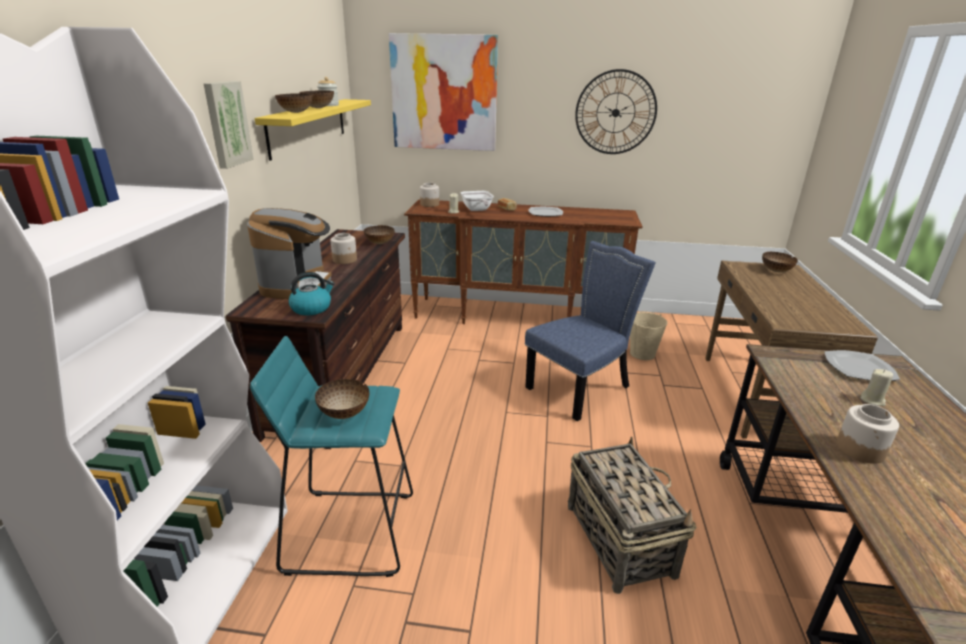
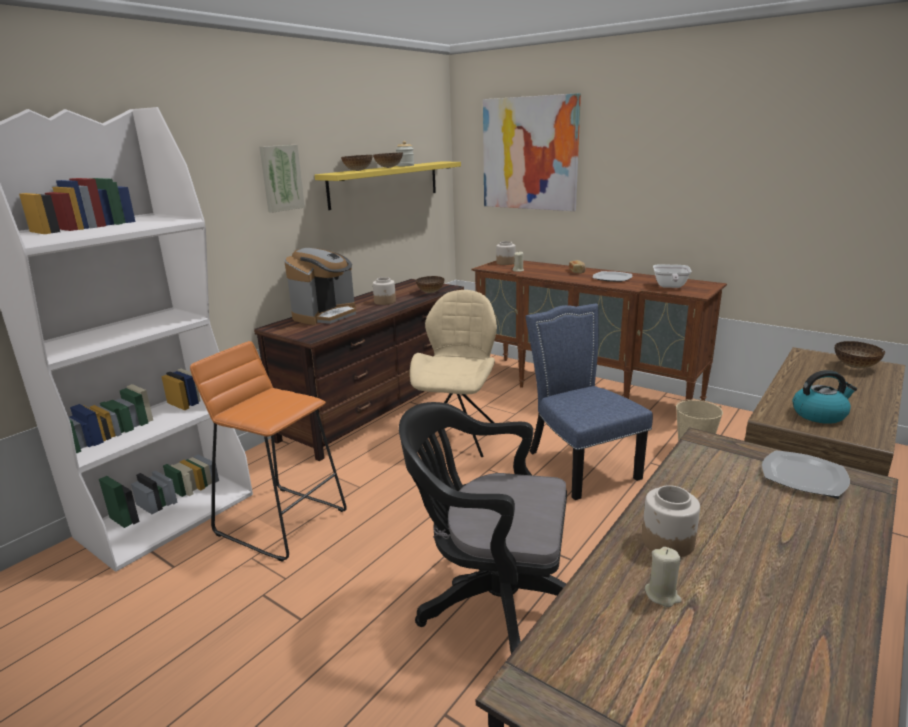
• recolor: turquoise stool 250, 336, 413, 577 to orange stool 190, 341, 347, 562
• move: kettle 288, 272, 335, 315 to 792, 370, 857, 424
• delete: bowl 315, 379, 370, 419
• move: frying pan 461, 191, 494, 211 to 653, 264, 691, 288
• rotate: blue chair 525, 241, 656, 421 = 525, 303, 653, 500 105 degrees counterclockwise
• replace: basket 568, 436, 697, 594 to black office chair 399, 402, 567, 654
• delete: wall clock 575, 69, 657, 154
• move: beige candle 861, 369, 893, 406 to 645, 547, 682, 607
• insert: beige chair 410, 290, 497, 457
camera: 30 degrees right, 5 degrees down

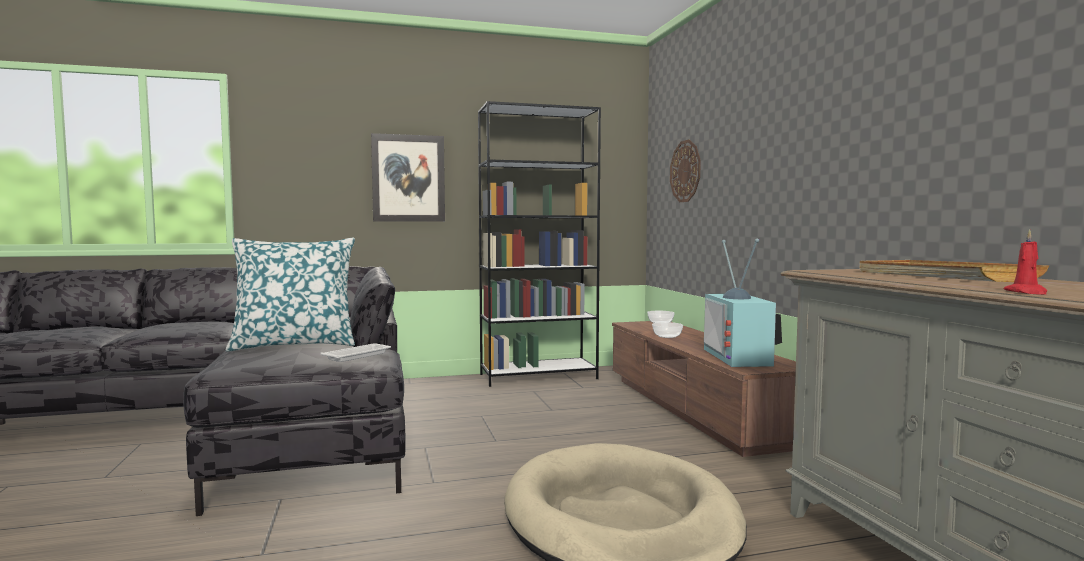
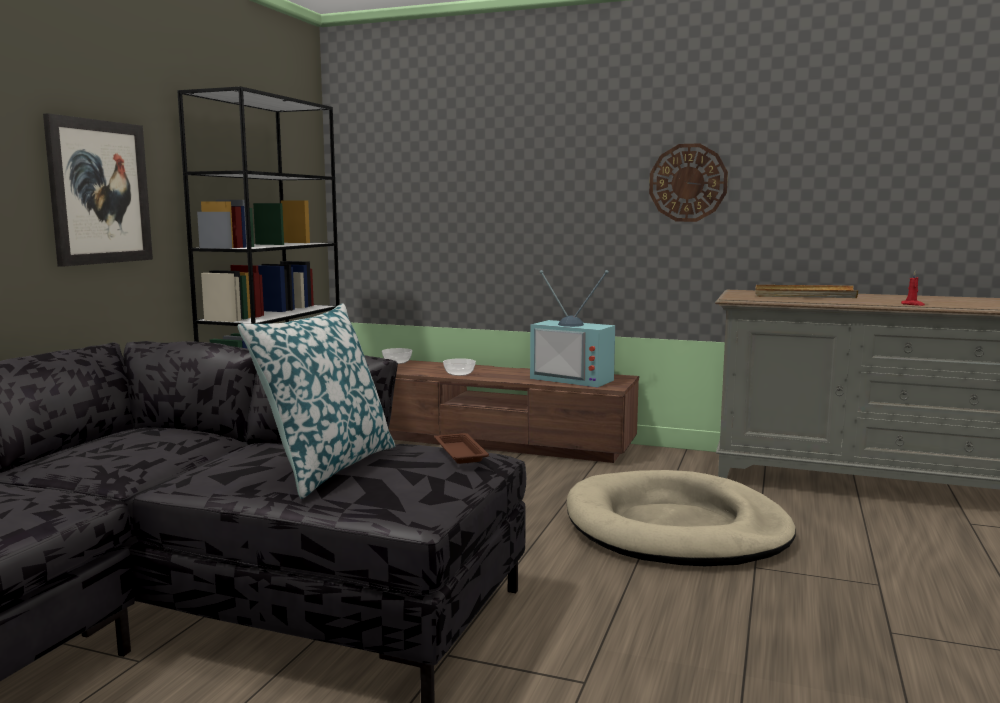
• recolor: white tray 321, 343, 391, 362 to brown tray 434, 433, 489, 464
• move: wall clock 670, 139, 701, 202 to 649, 143, 728, 222
camera: 55 degrees left, 5 degrees up

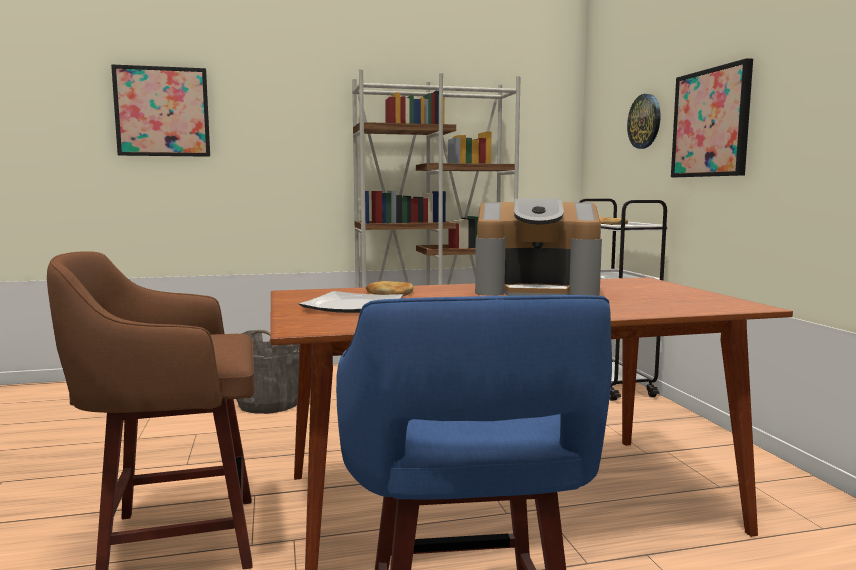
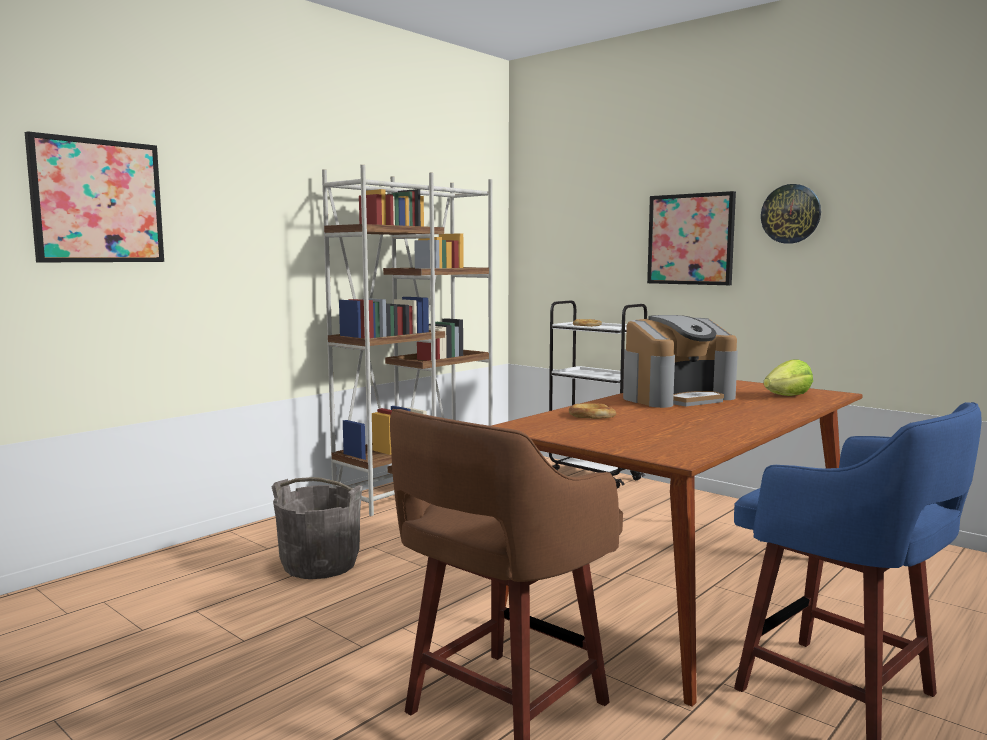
• delete: plate 299, 291, 403, 313
• move: wall clock 627, 94, 660, 149 to 761, 184, 821, 244
• insert: lettuce 764, 359, 813, 396
camera: 35 degrees left, 0 degrees up

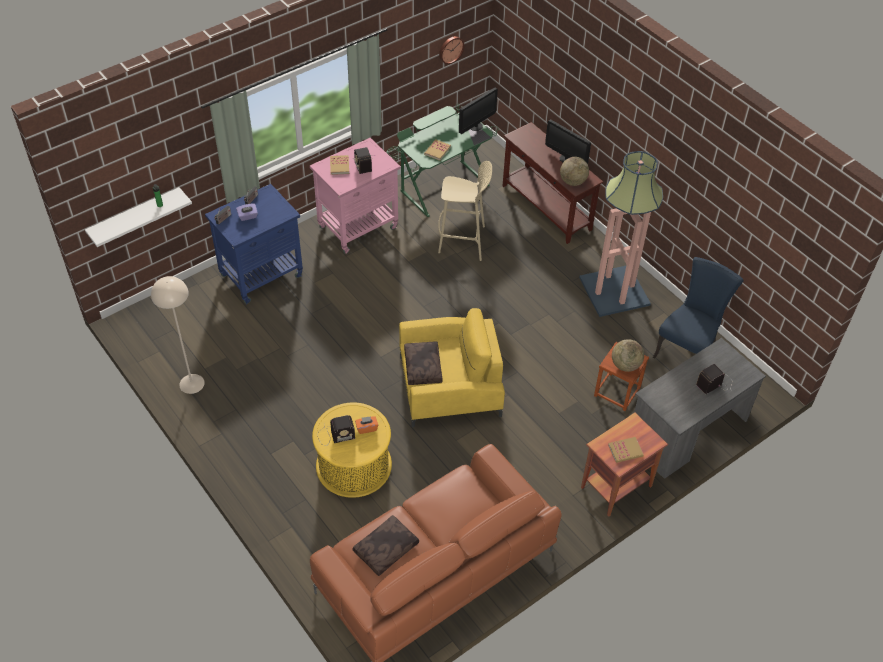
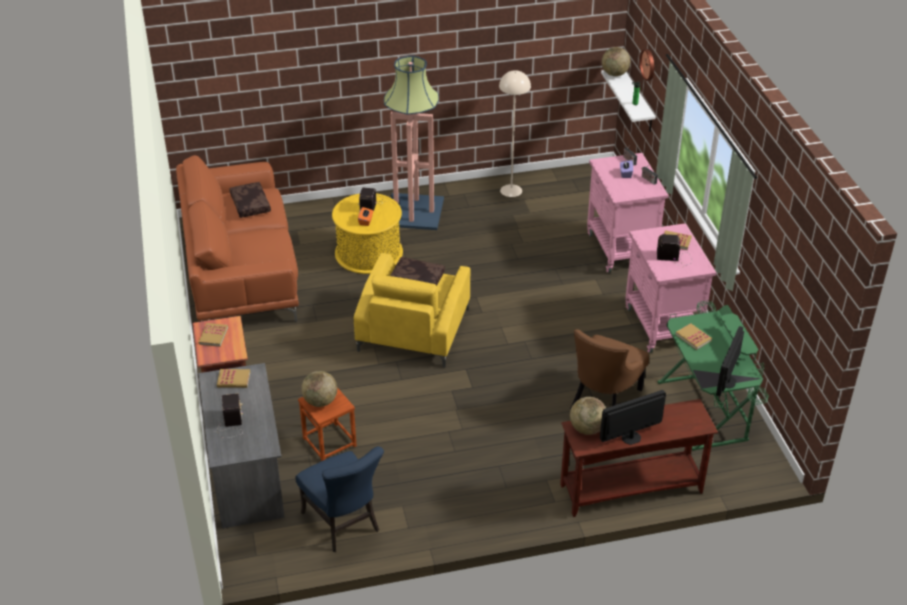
• recolor: blue cart 205, 184, 303, 304 to pink cart 587, 153, 669, 273
• replace: beige stool 438, 161, 492, 261 to brown chair 570, 329, 649, 409
• move: wall clock 439, 36, 465, 64 to 640, 49, 654, 81
• rotate: monitor 459, 88, 498, 134 = 716, 326, 744, 396 45 degrees clockwise
• move: floor lamp 579, 151, 663, 317 to 384, 56, 444, 230
• insert: book 217, 369, 250, 388
• insert: globe 602, 47, 630, 76
camera: 115 degrees right, 10 degrees down

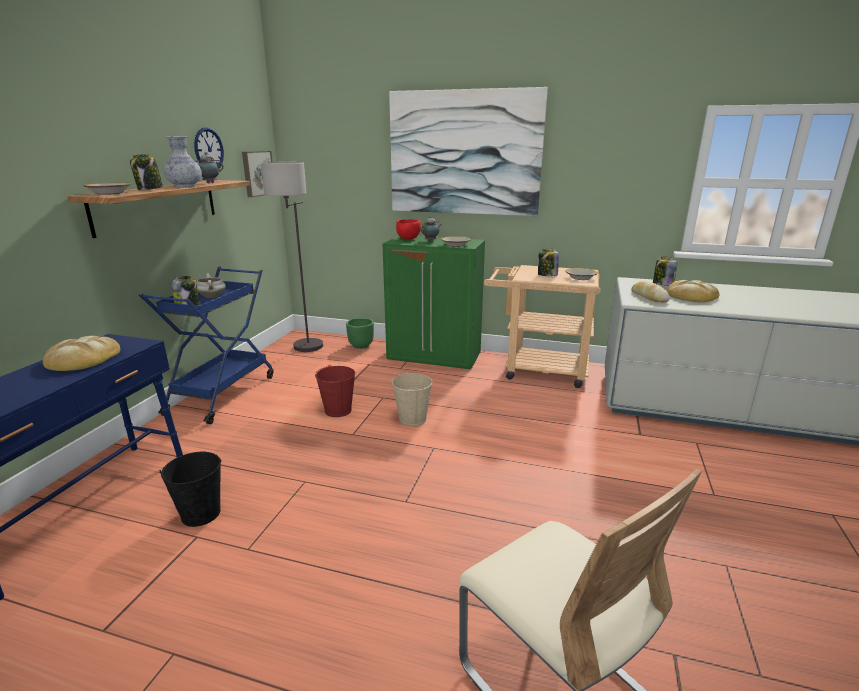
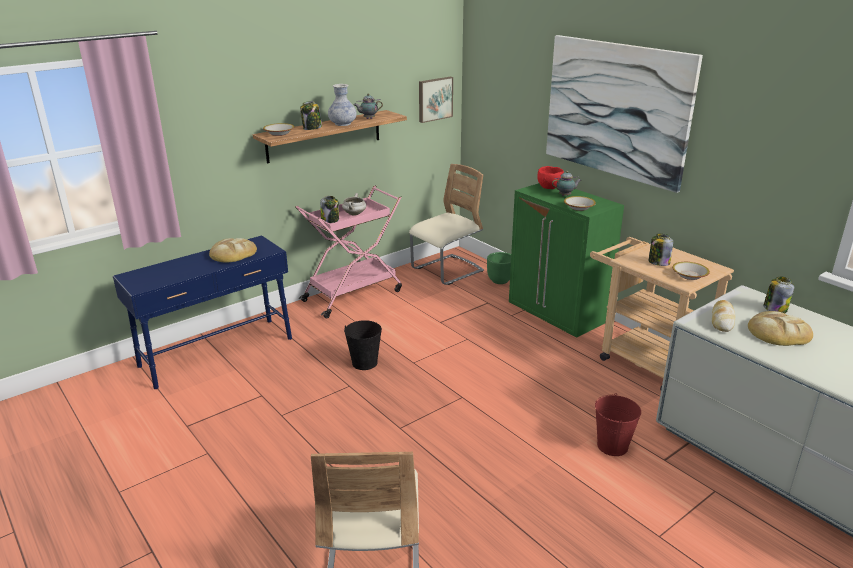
• recolor: blue cart 139, 266, 274, 424 to pink cart 295, 186, 402, 319
• move: black bucket 160, 452, 221, 527 to 344, 320, 382, 370
• delete: wall clock 194, 127, 224, 168
• replace: grey floor lamp 261, 162, 323, 352 to beige chair 409, 164, 484, 285
• move: red bucket 315, 365, 355, 417 to 595, 393, 641, 456
• delete: beige bucket 391, 371, 432, 426
camera: 35 degrees right, 5 degrees up

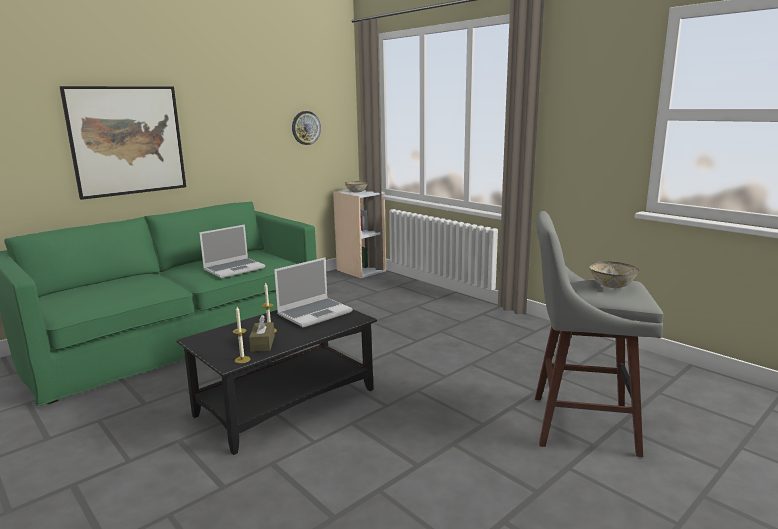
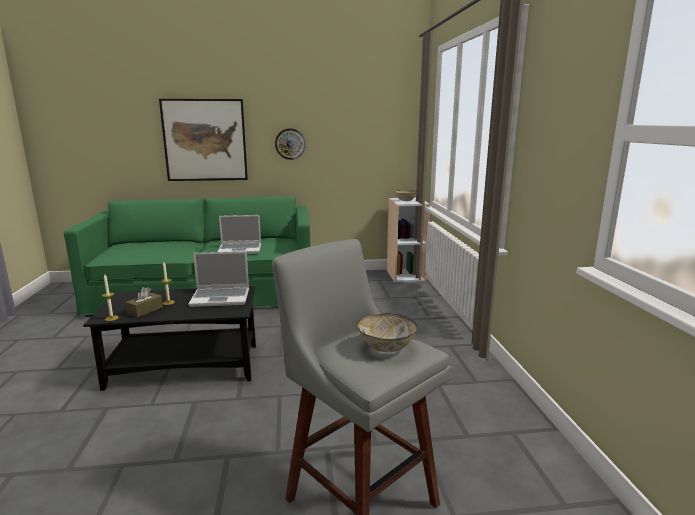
• move: wall clock 292, 111, 321, 145 to 275, 129, 306, 160
camera: 35 degrees right, 0 degrees up

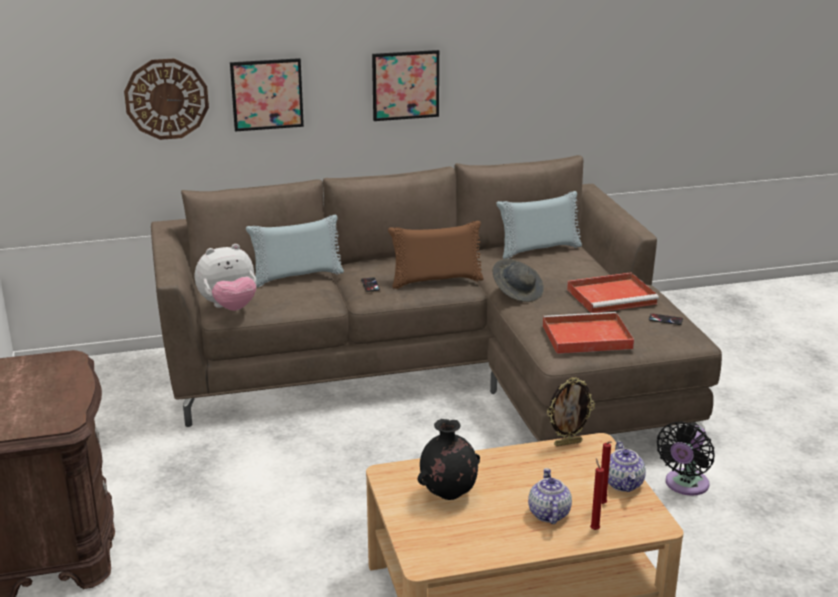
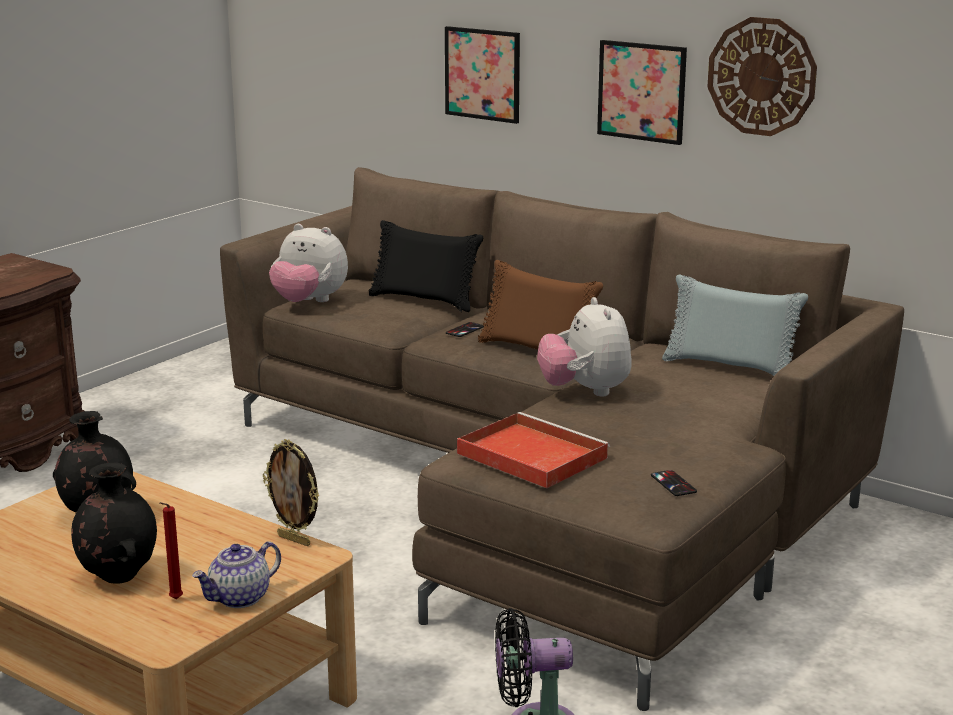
• move: wall clock 124, 59, 209, 140 to 707, 17, 817, 136
• recolor: blue pillow 246, 215, 344, 287 to black pillow 369, 220, 483, 312
• replace: grey hat 493, 259, 544, 302 to plush toy 537, 297, 631, 396
• replace: teapot 528, 468, 572, 524 to black vase 71, 462, 157, 584
• delete: red tray 567, 272, 659, 313
• delete: red candle 590, 458, 604, 530
camera: 50 degrees right, 5 degrees down

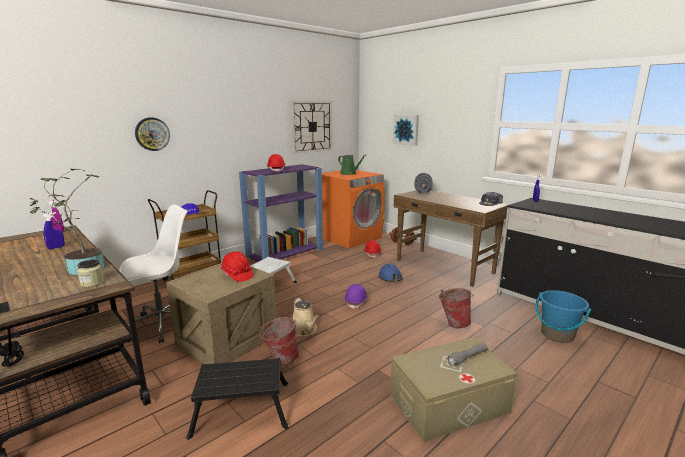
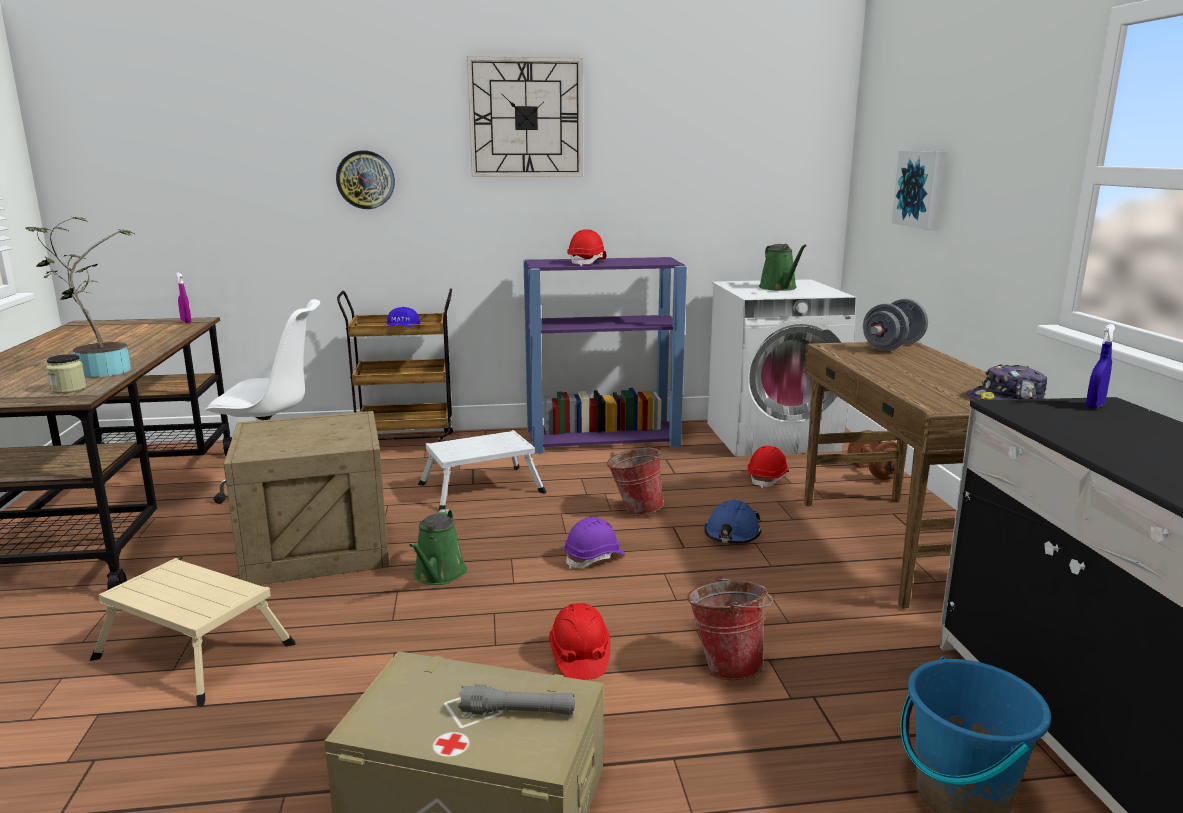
• delete: blue spray bottle 43, 212, 65, 249
• recolor: black step ladder 186, 358, 289, 440 to beige step ladder 90, 558, 296, 707
• move: red hard hat 221, 251, 253, 282 to 549, 603, 610, 680
• move: bucket 258, 317, 299, 366 to 607, 447, 664, 516
• move: wall clock 291, 101, 332, 154 to 467, 56, 583, 177
• recolor: beige watering can 292, 298, 319, 336 to green watering can 409, 509, 467, 585
• recolor: orange washing machine 322, 170, 384, 249 to white washing machine 707, 279, 856, 457
camera: 35 degrees right, 0 degrees up

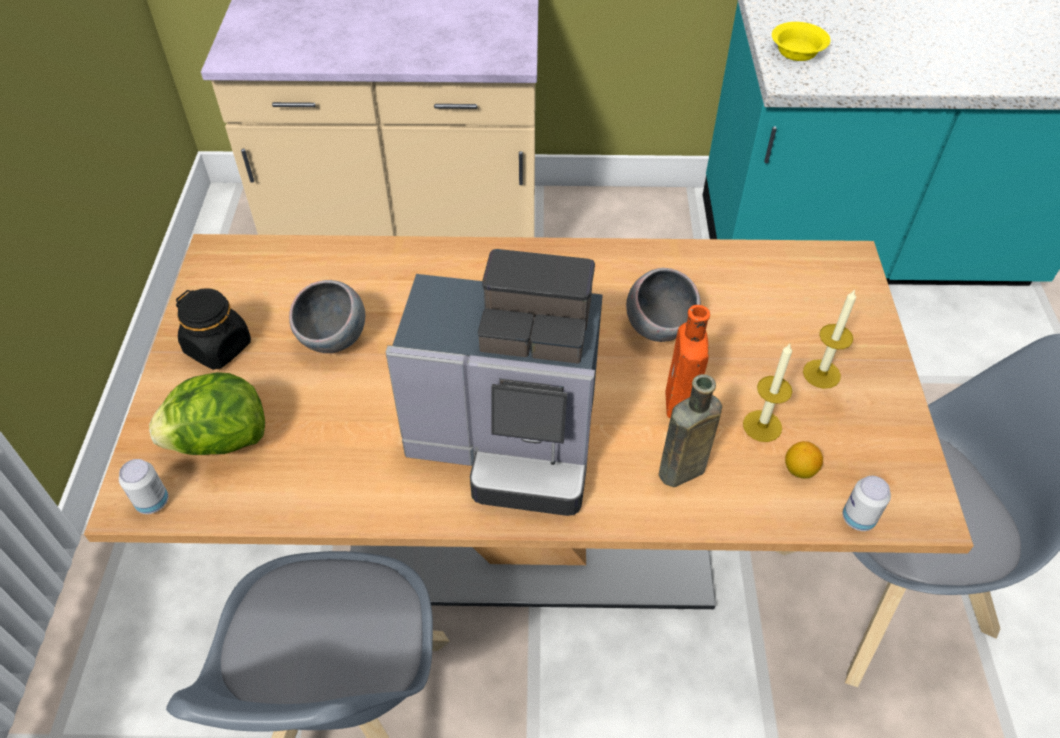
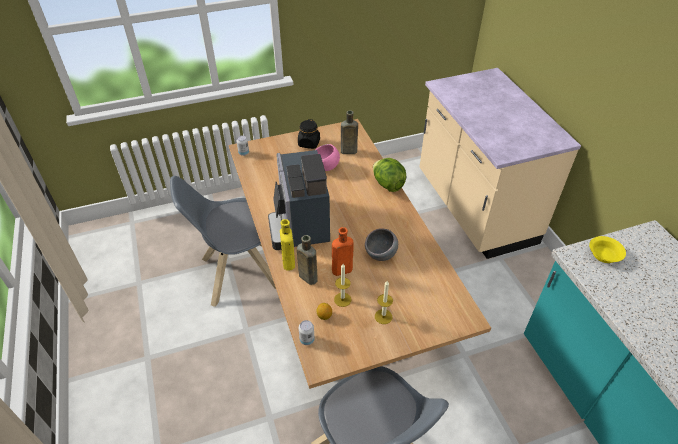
• move: lettuce 149, 372, 265, 455 to 373, 158, 406, 192
• recolor: grey bowl 289, 280, 365, 353 to pink bowl 316, 144, 340, 171
• insert: yellow bottle 280, 219, 295, 271
• insert: brown bottle 341, 110, 358, 154
camera: 70 degrees right, 5 degrees down

